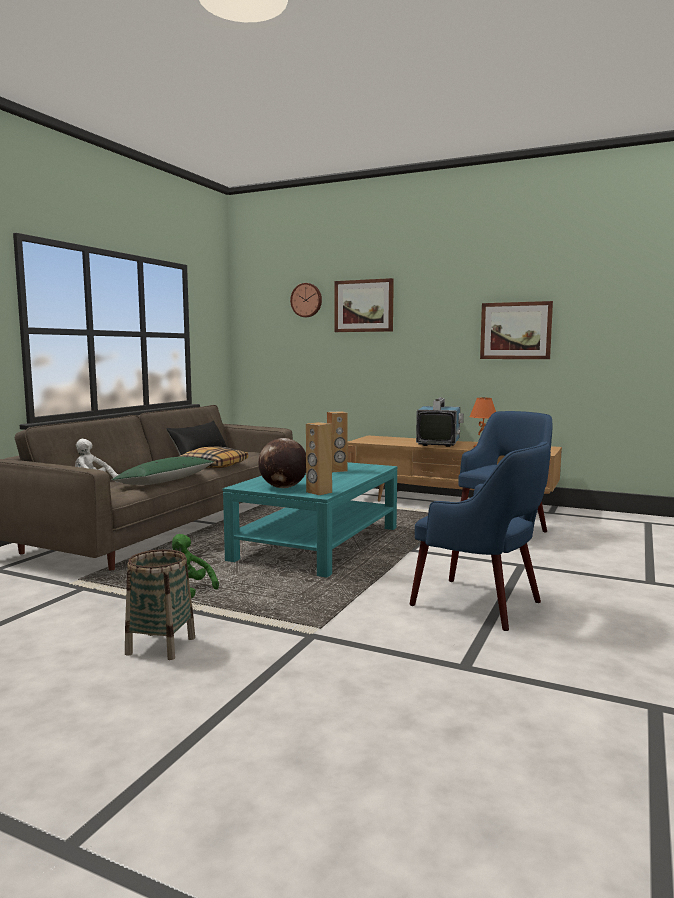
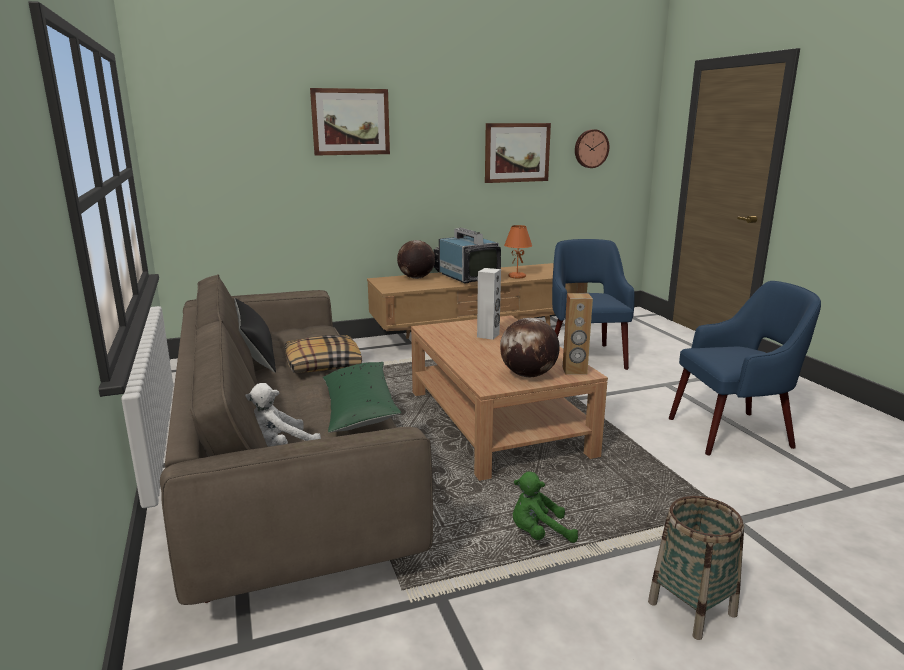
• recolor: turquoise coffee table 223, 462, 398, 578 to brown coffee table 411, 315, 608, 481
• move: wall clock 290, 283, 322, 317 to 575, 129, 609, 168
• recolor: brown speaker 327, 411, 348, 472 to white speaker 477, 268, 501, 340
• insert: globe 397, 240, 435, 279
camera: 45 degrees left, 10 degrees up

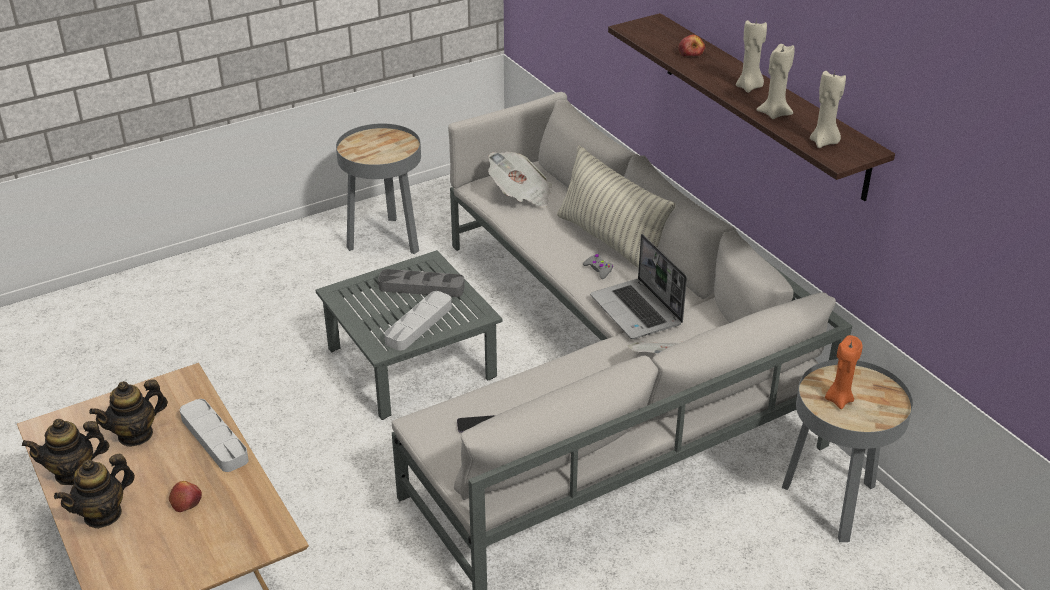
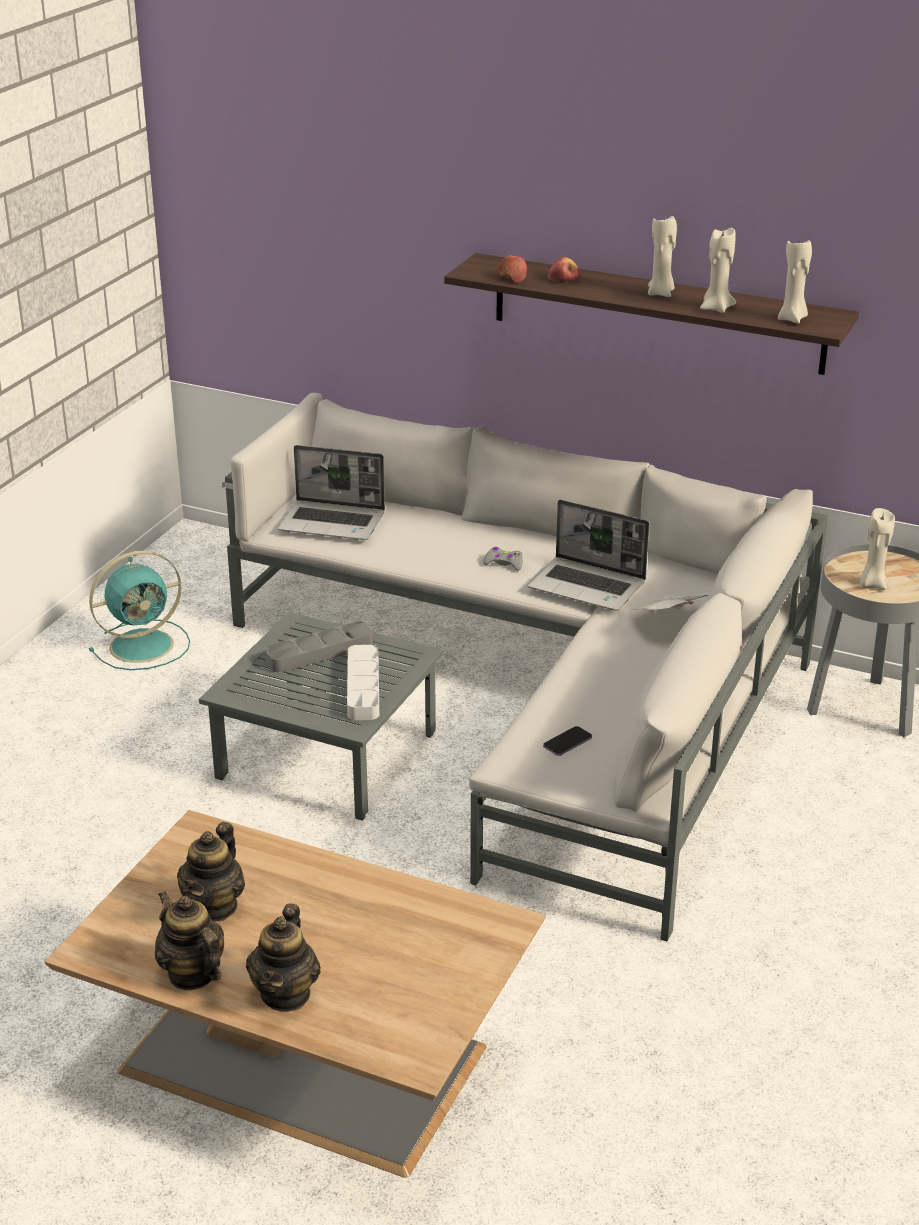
• rotate: teapot 22, 419, 110, 485 = 155, 891, 224, 990 105 degrees clockwise
• move: apple 169, 481, 202, 512 to 497, 255, 527, 283
• delete: grey tray 180, 399, 249, 472
• replace: grey side table 336, 124, 421, 254 to turquoise fan 89, 551, 190, 670
• replace: newspaper 488, 152, 552, 208 to laptop 278, 445, 385, 540
• delete: pillow 557, 145, 675, 269
• recolor: orange candle 825, 335, 863, 409 to beige candle 859, 508, 895, 590
camera: 35 degrees left, 5 degrees down

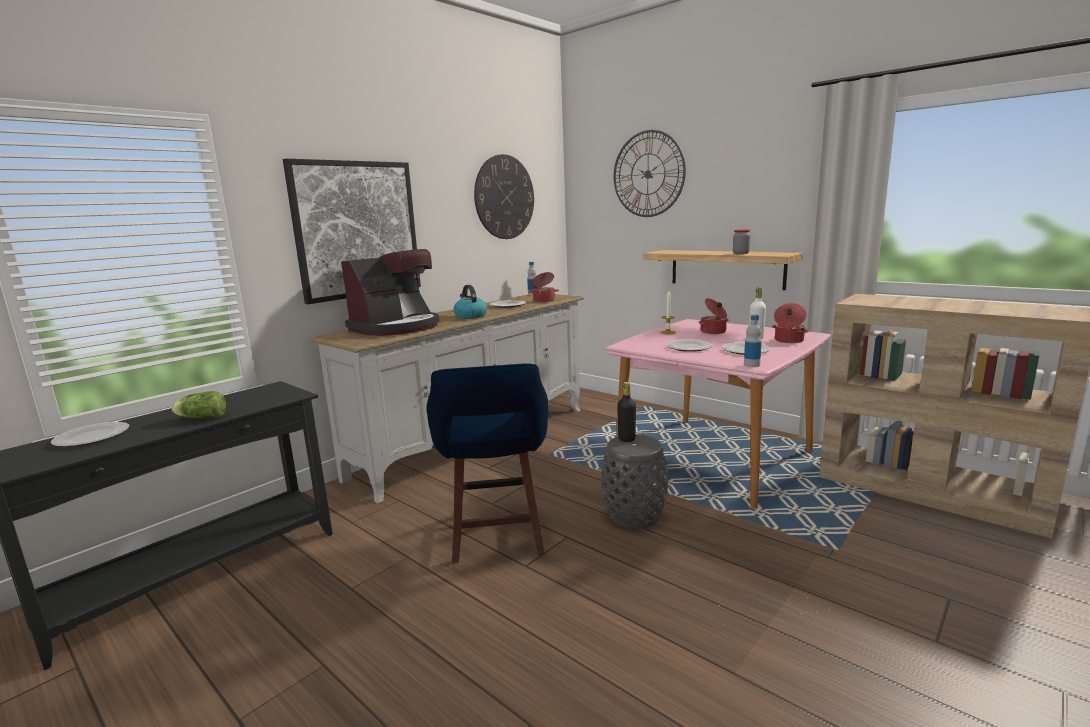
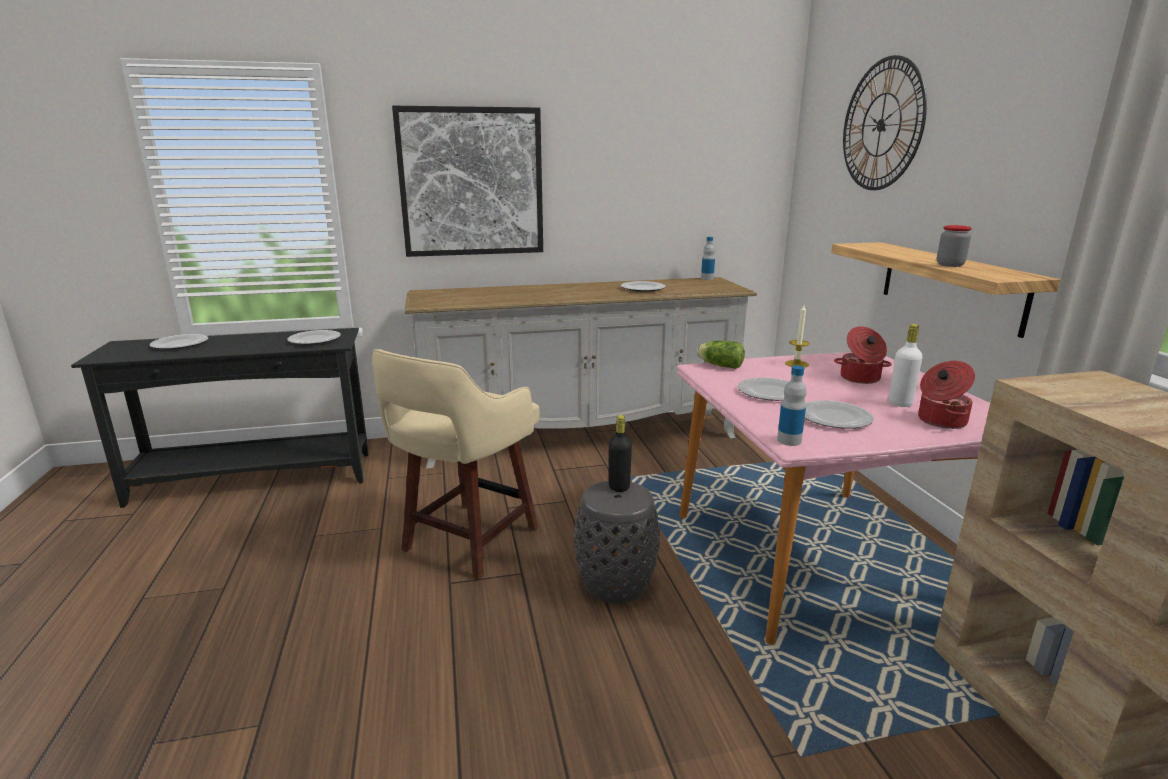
• move: lettuce 172, 391, 226, 419 to 697, 341, 745, 369
• delete: coffee machine 341, 249, 439, 336
• recolor: blue stool 427, 363, 548, 563 to beige stool 372, 349, 540, 580
• delete: kettle 454, 285, 487, 319
• delete: wall clock 474, 154, 534, 239
• delete: cooking pot 528, 272, 559, 302
• insert: plate 287, 330, 341, 345
camera: 35 degrees right, 5 degrees up

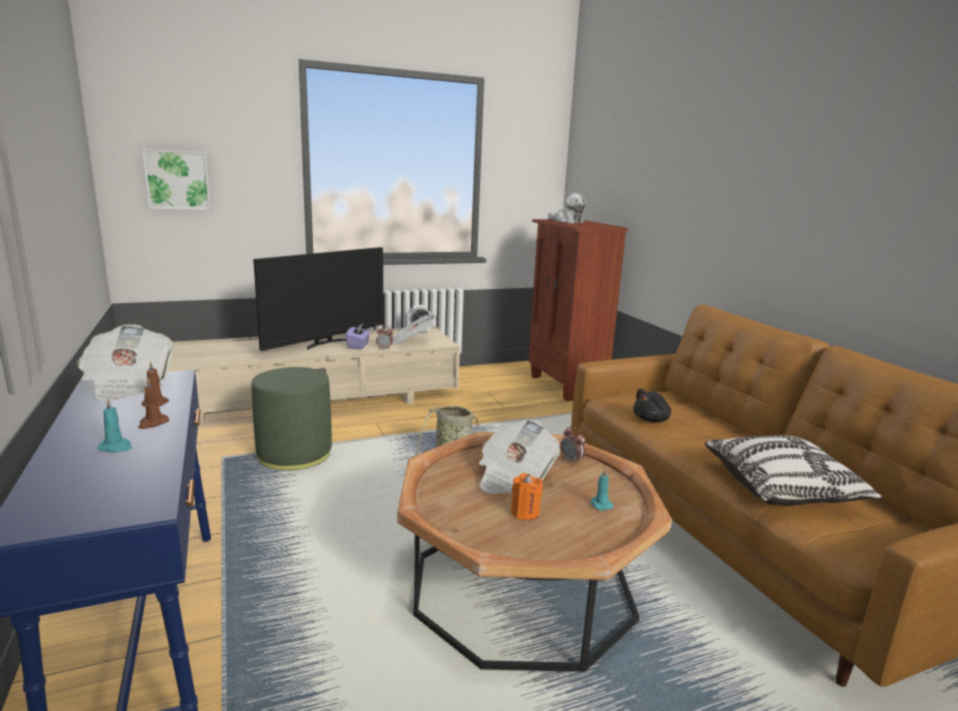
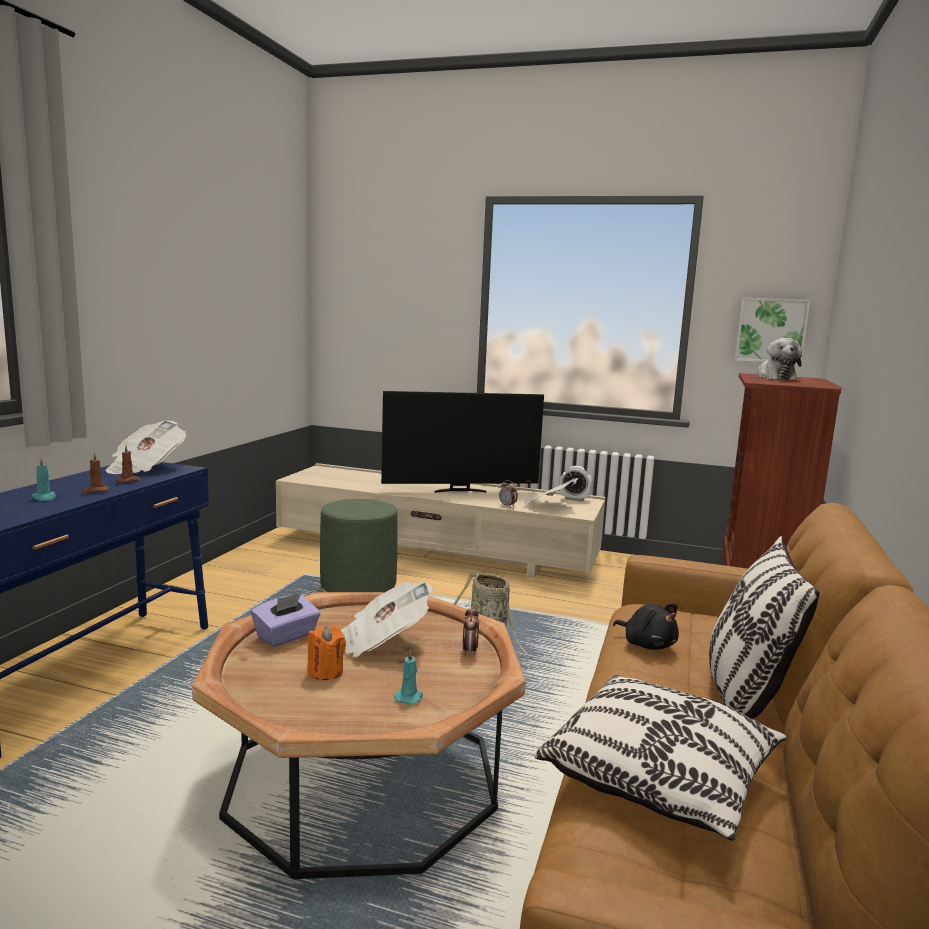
• move: picture 142, 149, 211, 210 to 735, 298, 810, 364
• move: purple tissue box 345, 323, 370, 349 to 251, 593, 320, 647
• rotate: black plush toy 633, 388, 671, 422 = 613, 604, 679, 650 135 degrees counterclockwise
• insert: pillow 709, 536, 820, 719
camera: 40 degrees right, 5 degrees down

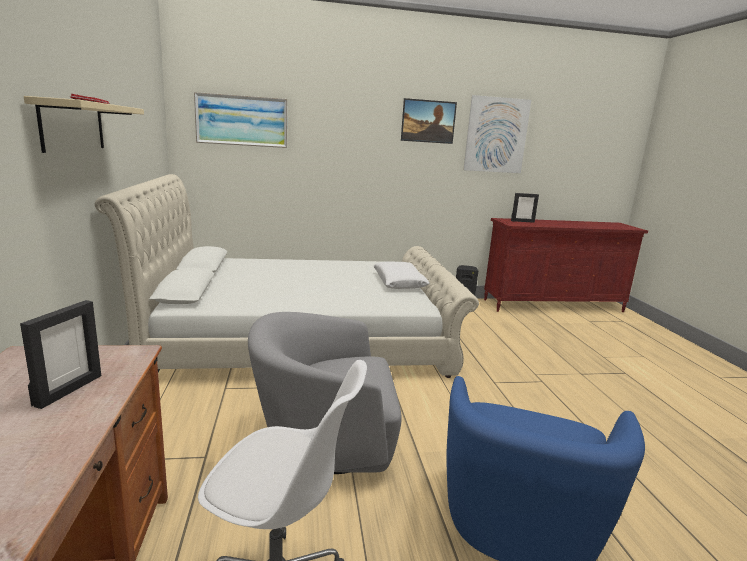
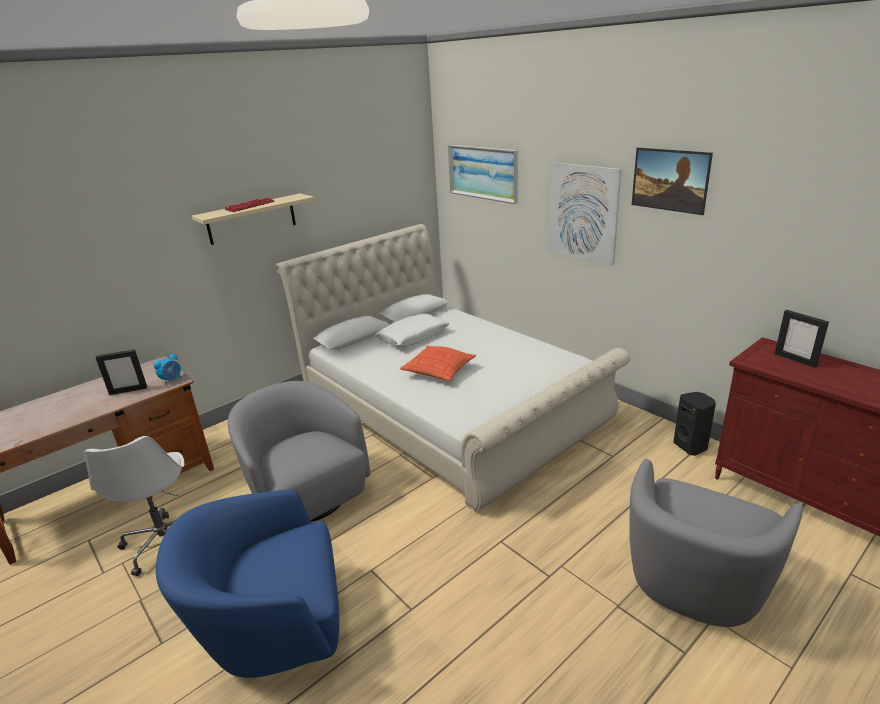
• move: white pillow 374, 262, 430, 289 to 375, 314, 449, 347
• move: picture 463, 95, 531, 173 to 549, 162, 622, 266
• insert: alarm clock 153, 353, 182, 385
• insert: orange pillow 400, 345, 476, 381
• insert: grey armchair 629, 459, 803, 627
camera: 60 degrees right, 10 degrees up

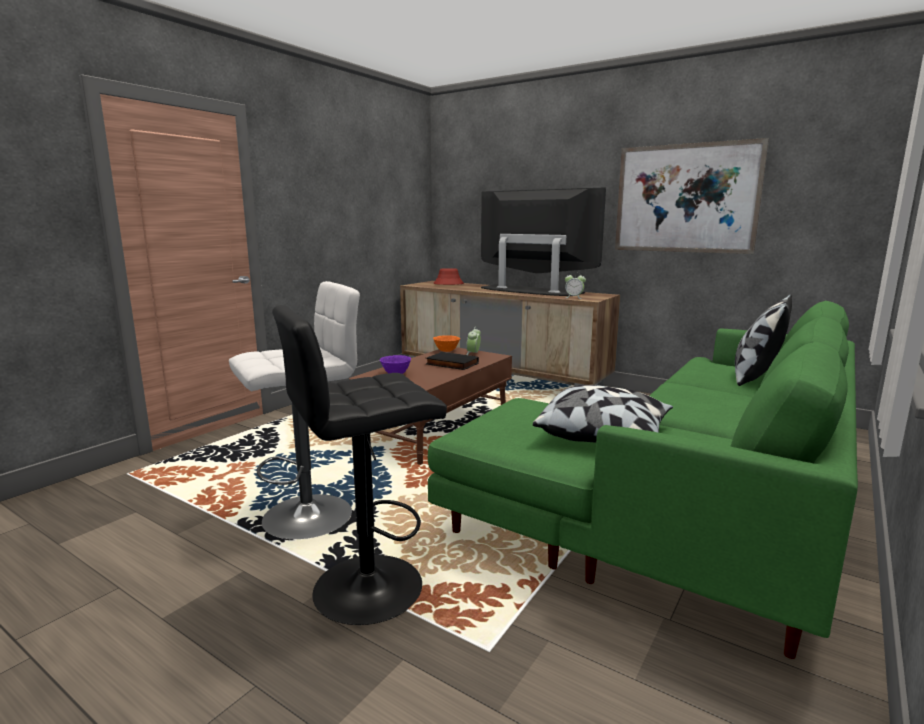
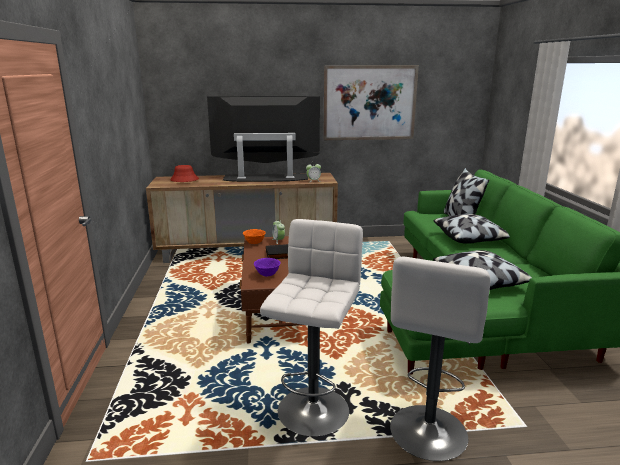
• recolor: black stool 272, 305, 447, 625 to white stool 390, 257, 490, 461
• insert: pillow 434, 214, 510, 244
camera: 40 degrees left, 5 degrees up

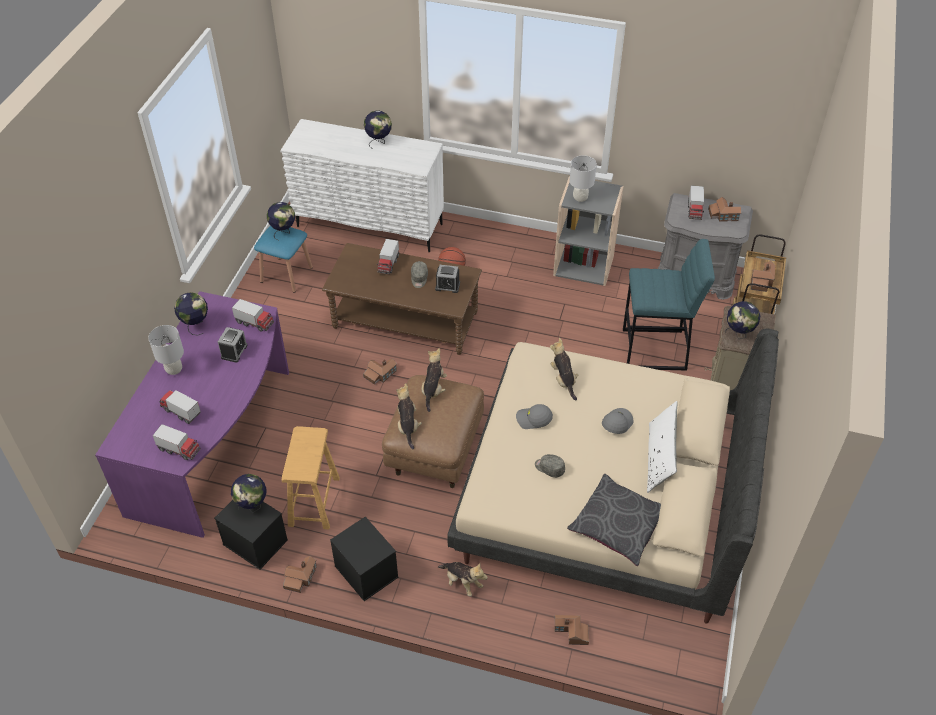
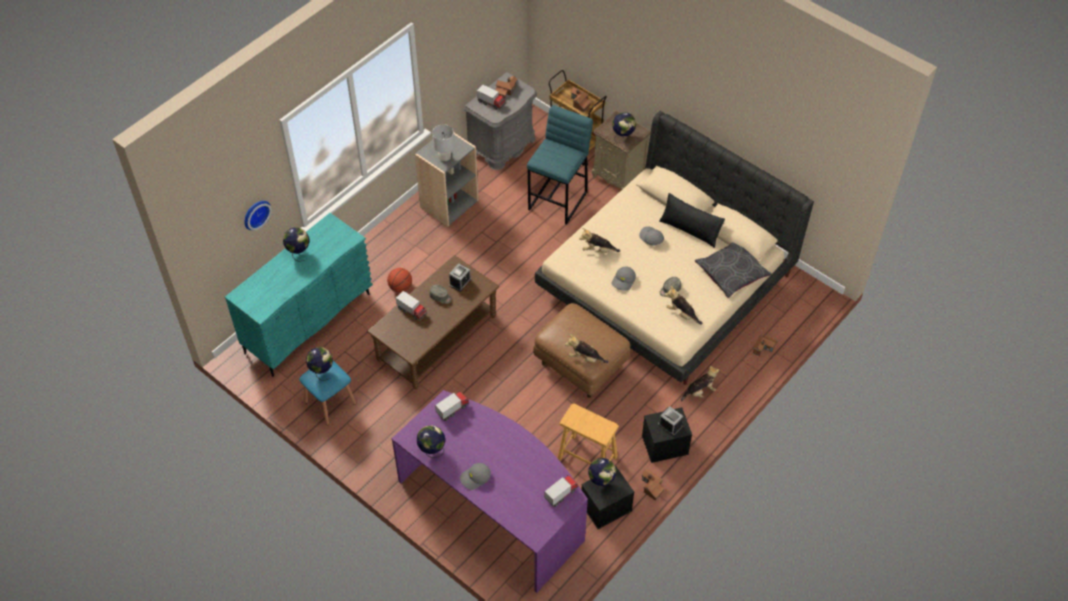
• replace: grey table lamp 148, 325, 184, 375 to grey cap 460, 463, 491, 490
• delete: toy truck 159, 390, 201, 424
• move: alarm clock 218, 327, 248, 363 to 658, 406, 683, 436
• recolor: white dresser 280, 119, 444, 252 to turquoise dresser 225, 213, 373, 377
• delete: toy house 363, 359, 397, 385
• move: plush toy 422, 348, 447, 412 to 665, 286, 703, 325
• recolor: white pillow 647, 401, 677, 493 to black pillow 659, 193, 725, 248
• insert: wall clock 244, 201, 272, 230
camera: 65 degrees left, 5 degrees up

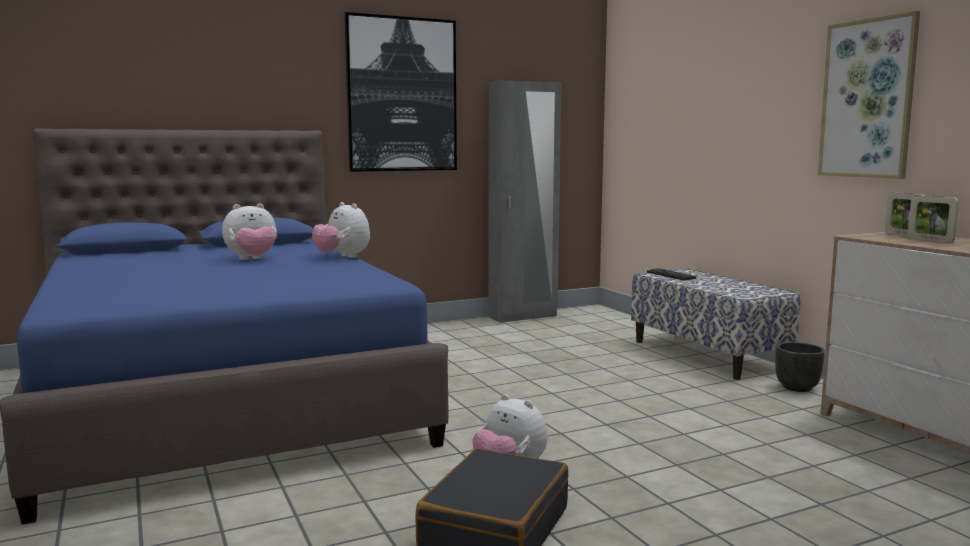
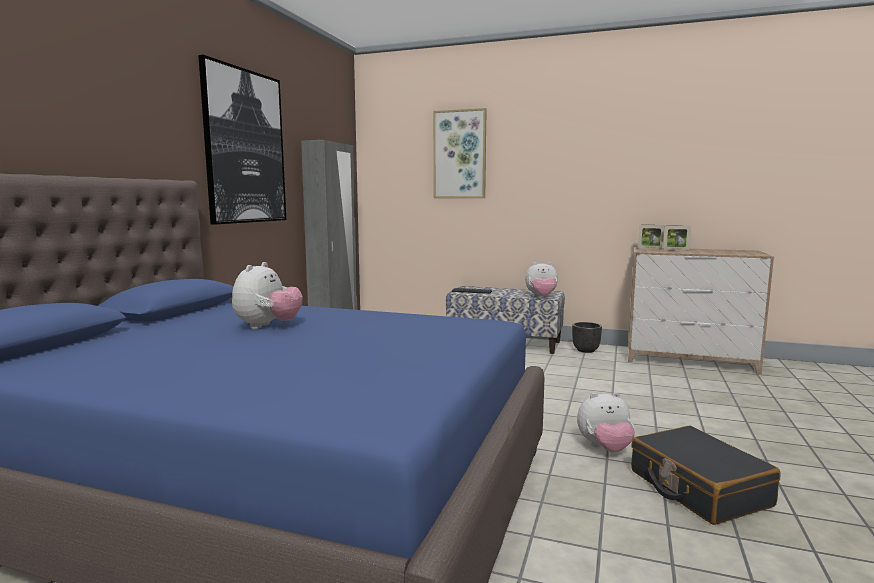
• move: plush toy 312, 202, 370, 258 to 525, 262, 558, 297
• move: picture 818, 11, 920, 179 to 433, 108, 487, 198
camera: 45 degrees left, 0 degrees up

